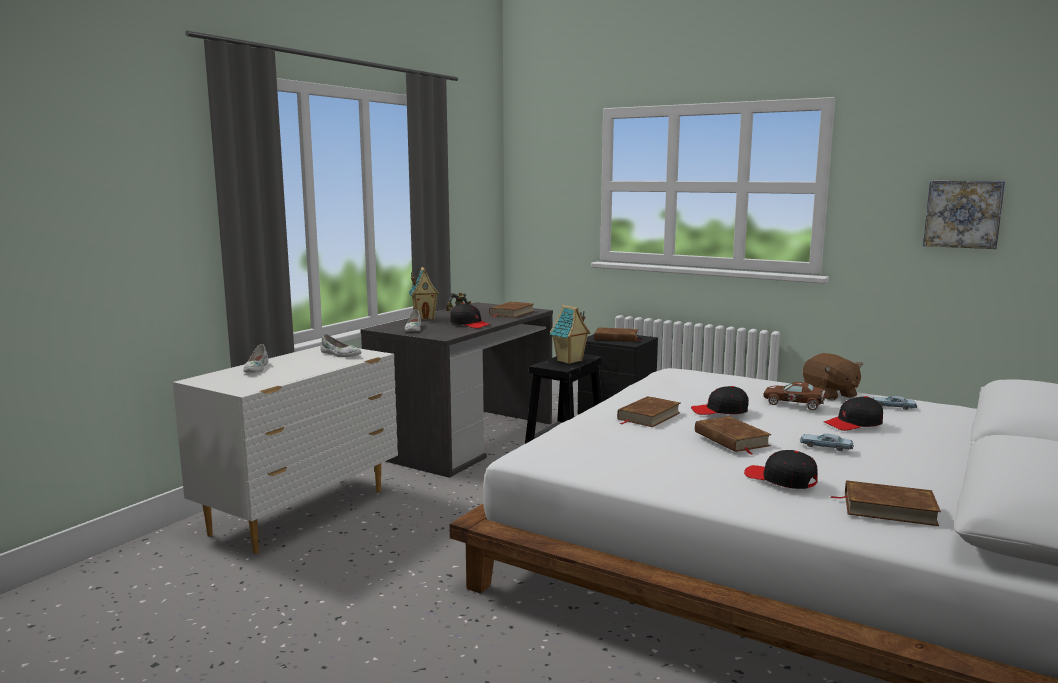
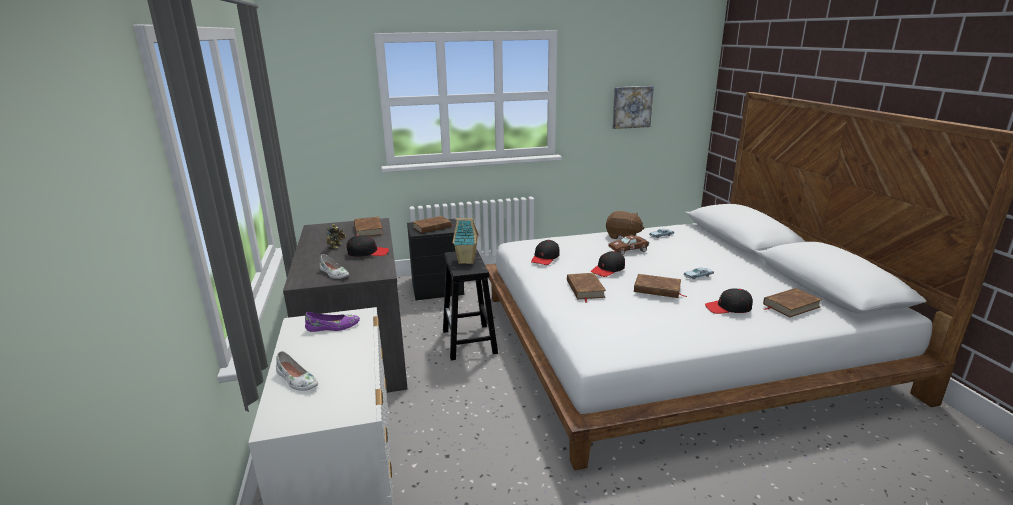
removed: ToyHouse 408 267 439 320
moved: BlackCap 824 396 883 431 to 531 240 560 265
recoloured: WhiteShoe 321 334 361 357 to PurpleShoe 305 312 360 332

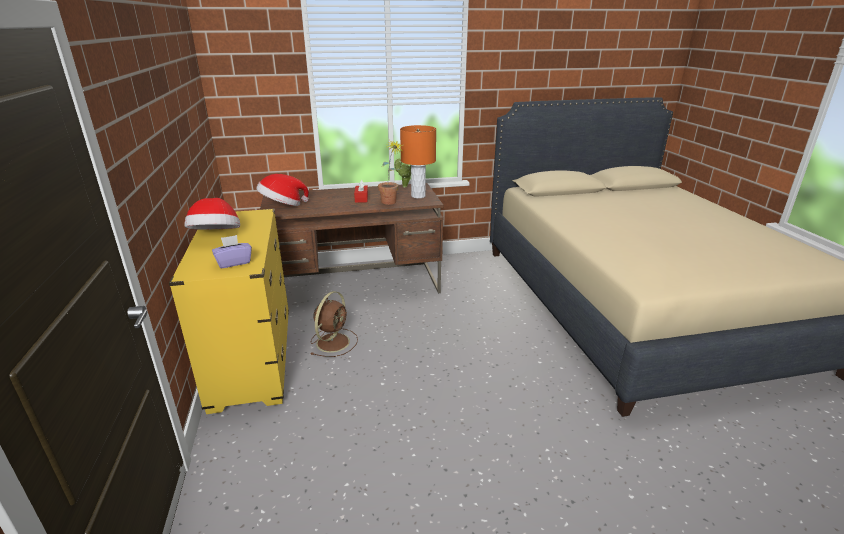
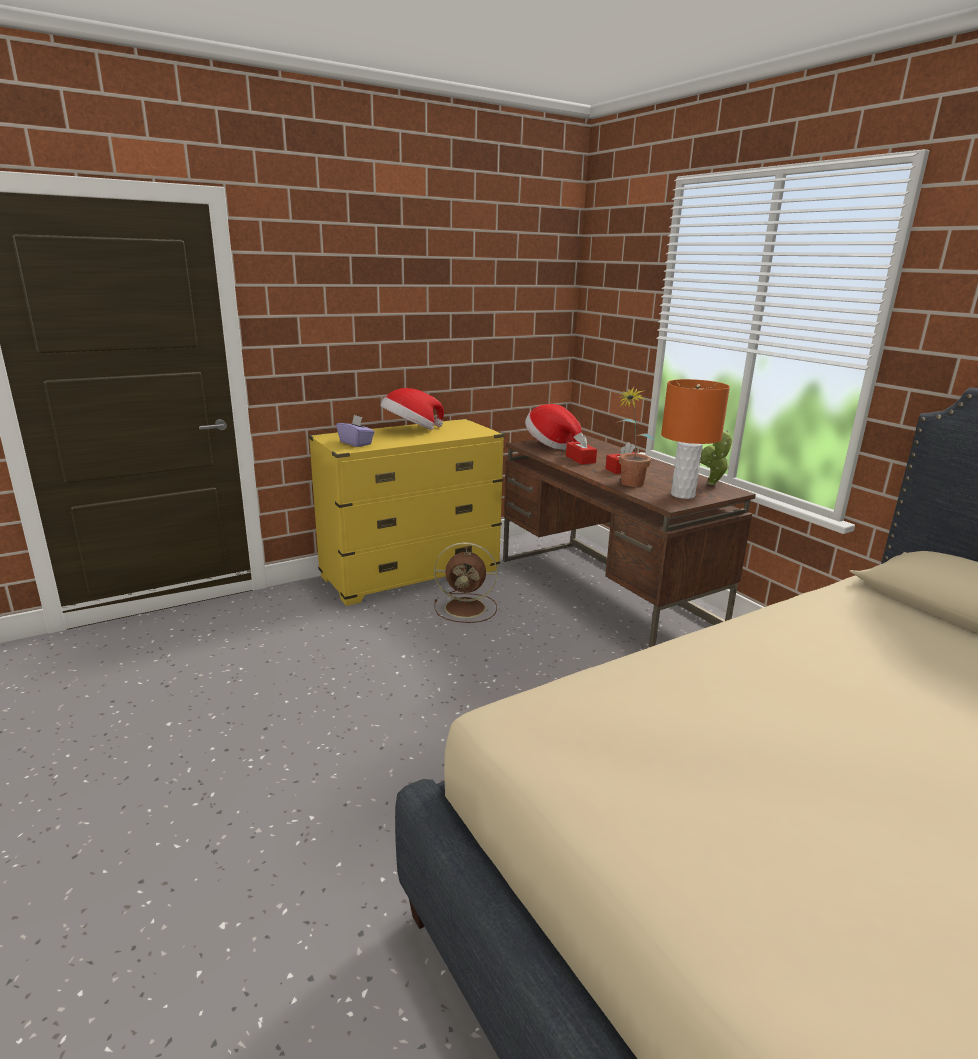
added: RedTissueBox 566 432 597 464

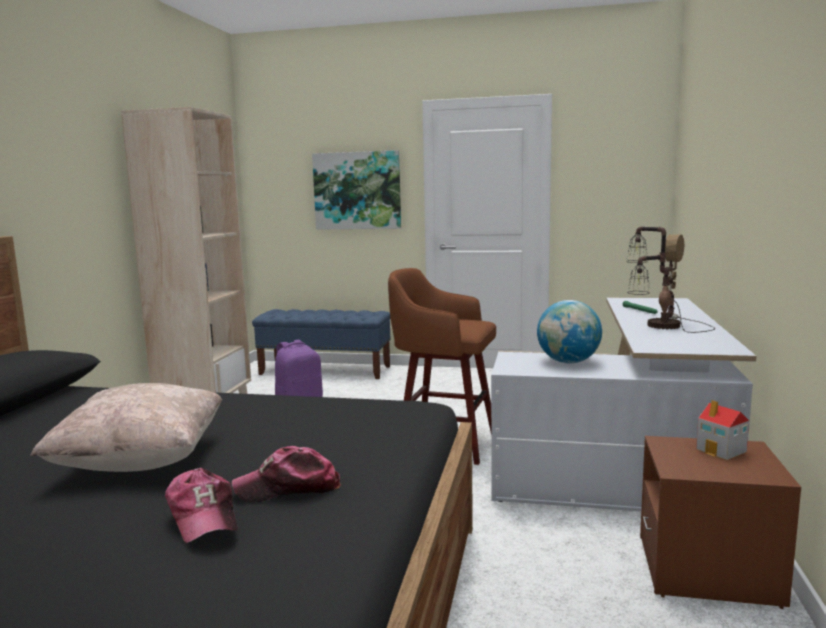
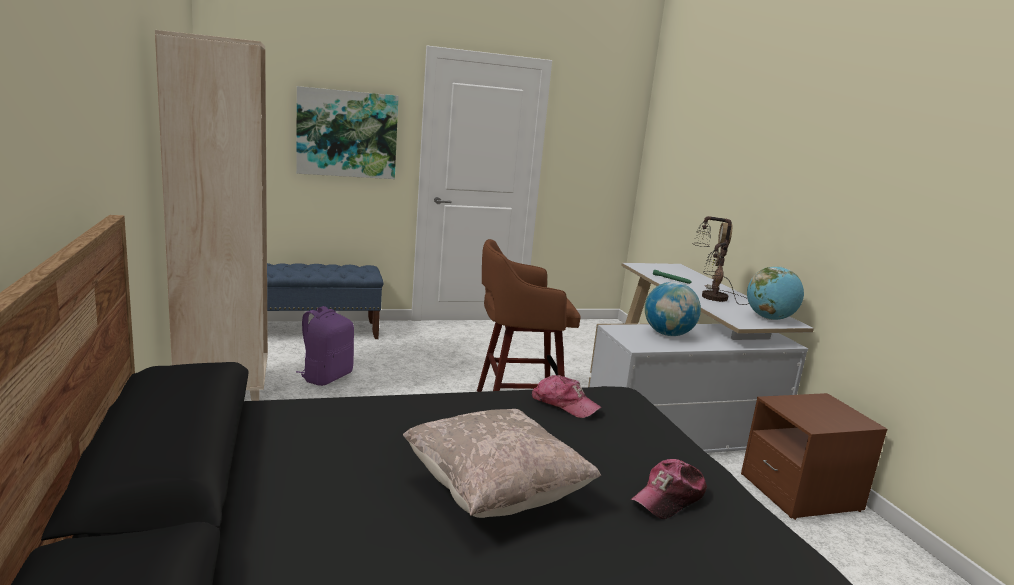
removed: ToyHouse 696 400 749 460
added: Globe 747 267 804 320
moved: Cap 165 468 238 543 to 532 375 602 418

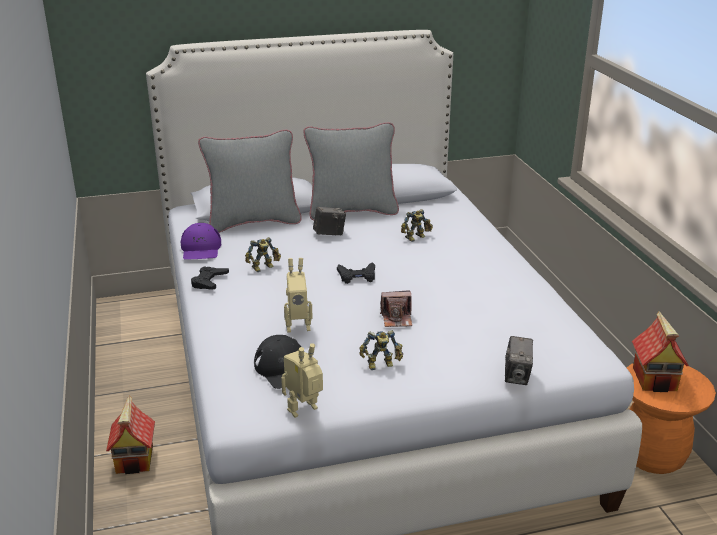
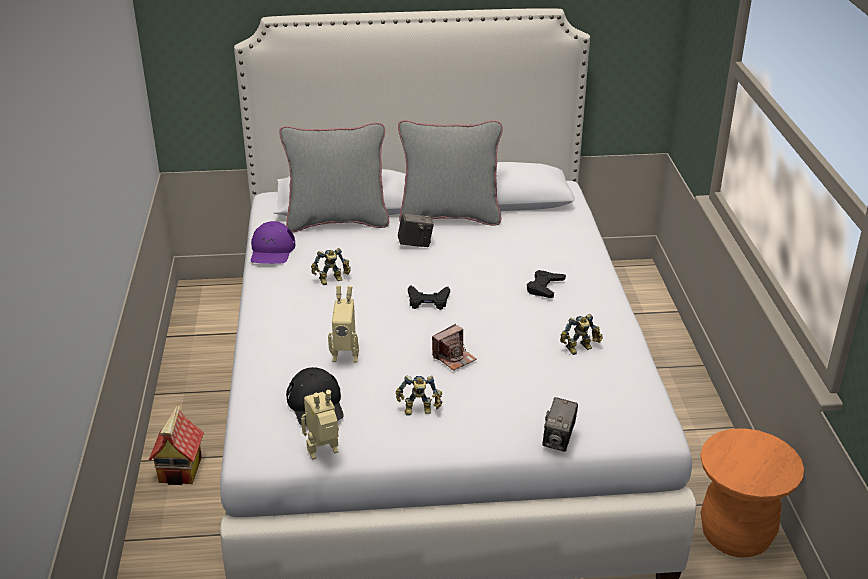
removed: ToyHouse 632 311 689 392
moved: BlackGameController 191 266 229 290 to 527 270 566 298; ToyRobot 401 209 433 242 to 560 313 603 355
turned: PhotoCamera 380 290 412 327 = 432 324 477 371 45 degrees counterclockwise

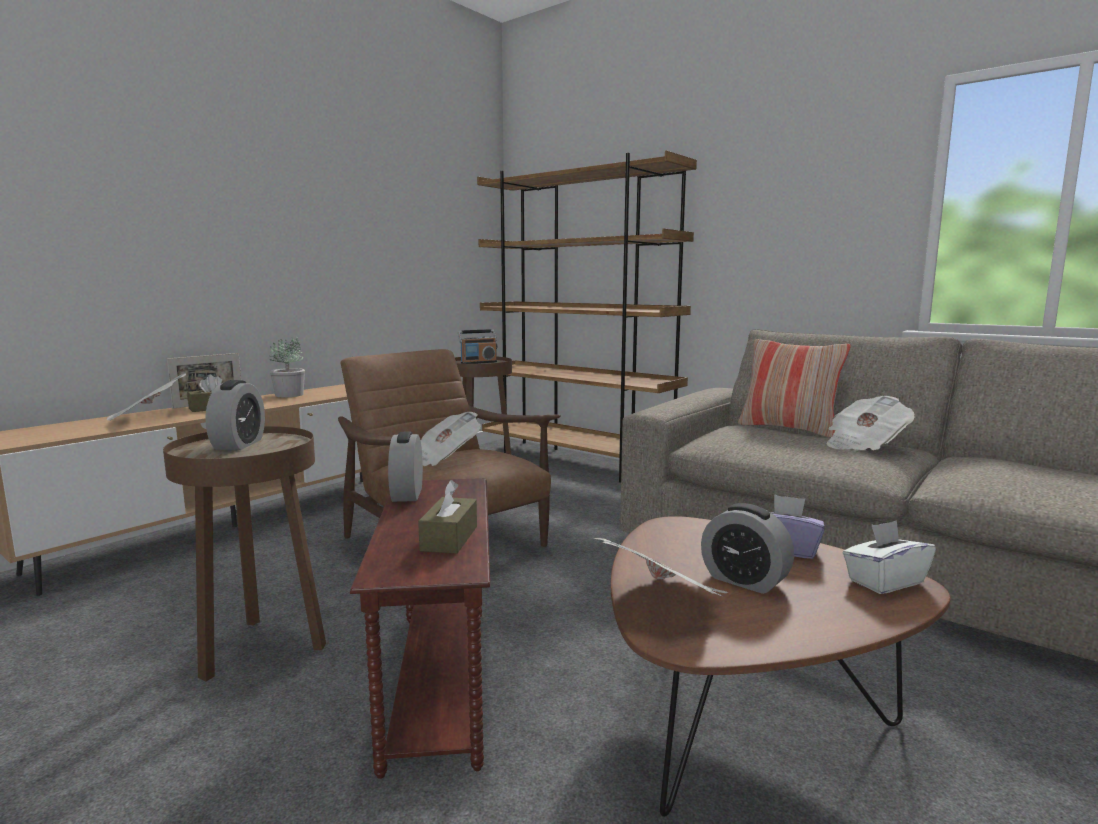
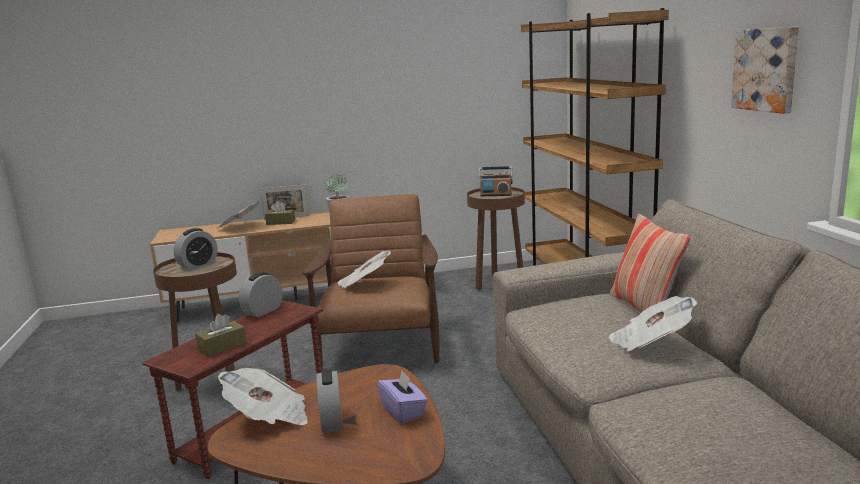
removed: WhiteTissueBox 843 520 936 594
added: Picture 731 26 799 114

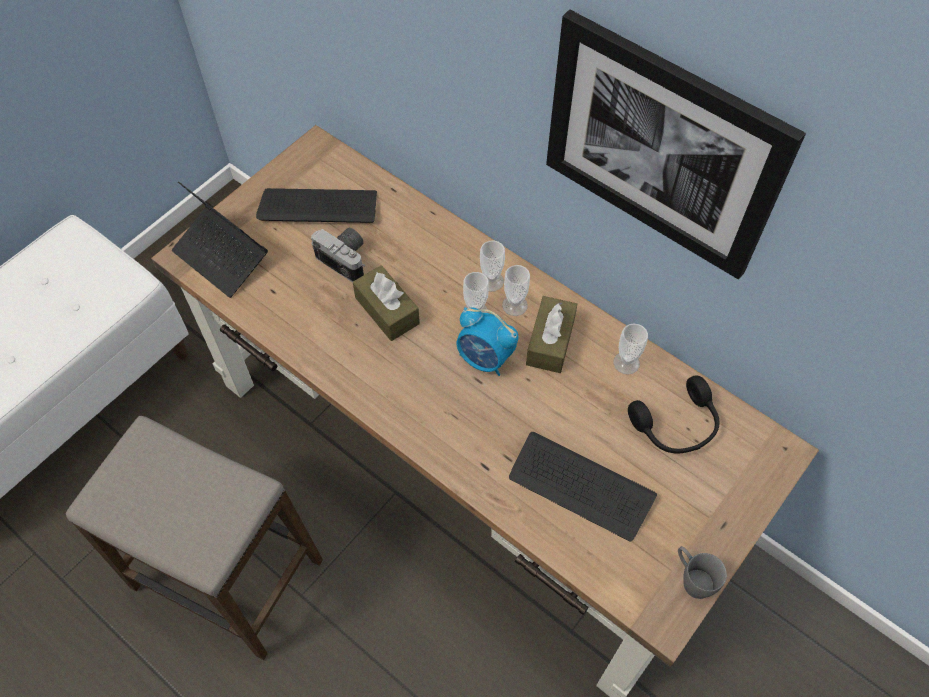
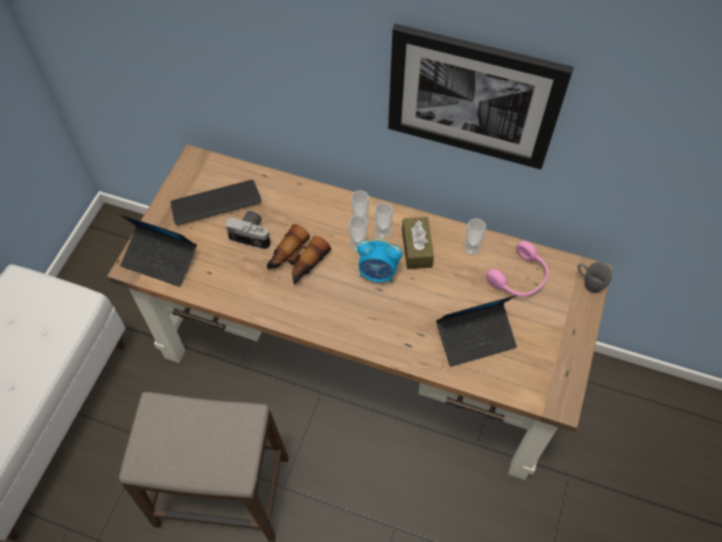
moved: GreyMug 678 546 727 599 to 578 262 613 293
replaced: BrownTissueBox 353 265 420 341 to Binoculars 267 224 331 284; Keyboard 509 432 657 541 to Laptop 436 295 517 367
recoloured: BlackHeadphones 628 375 720 453 to PinkHeadphones 486 241 549 297

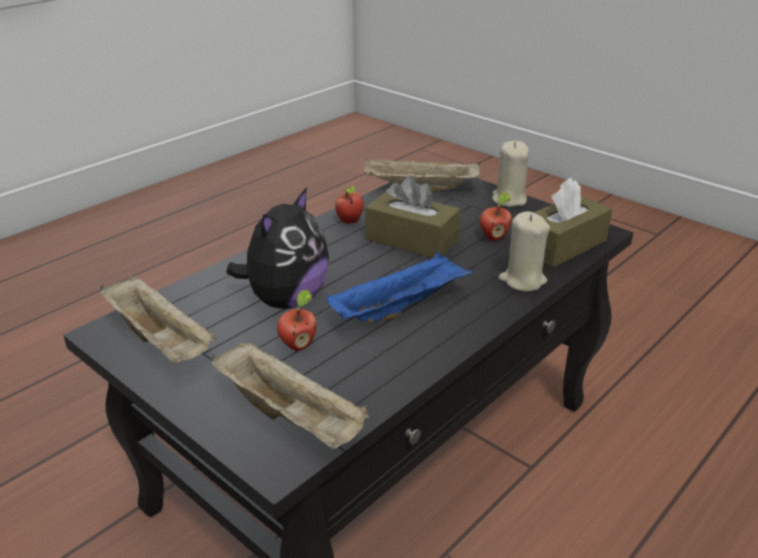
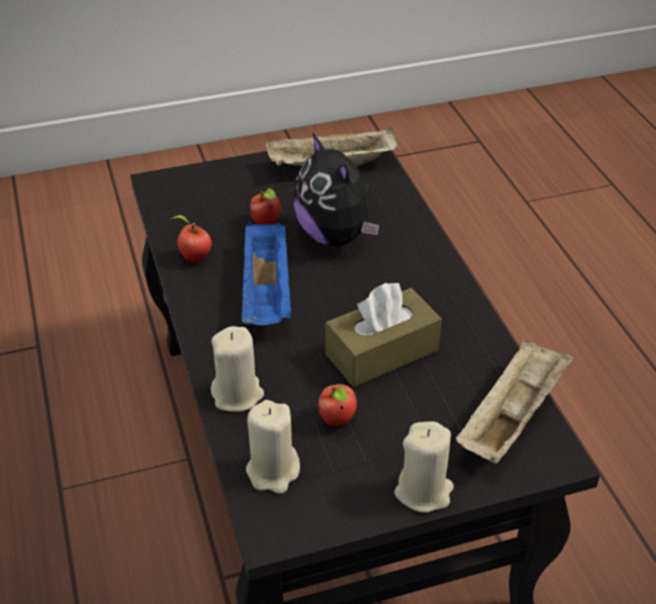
removed: BeigeTray 210 341 370 449
moved: Apple 335 185 364 224 to 171 215 212 263
replaced: BrownTissueBox 534 178 612 268 to BeigeCandle 246 400 300 494

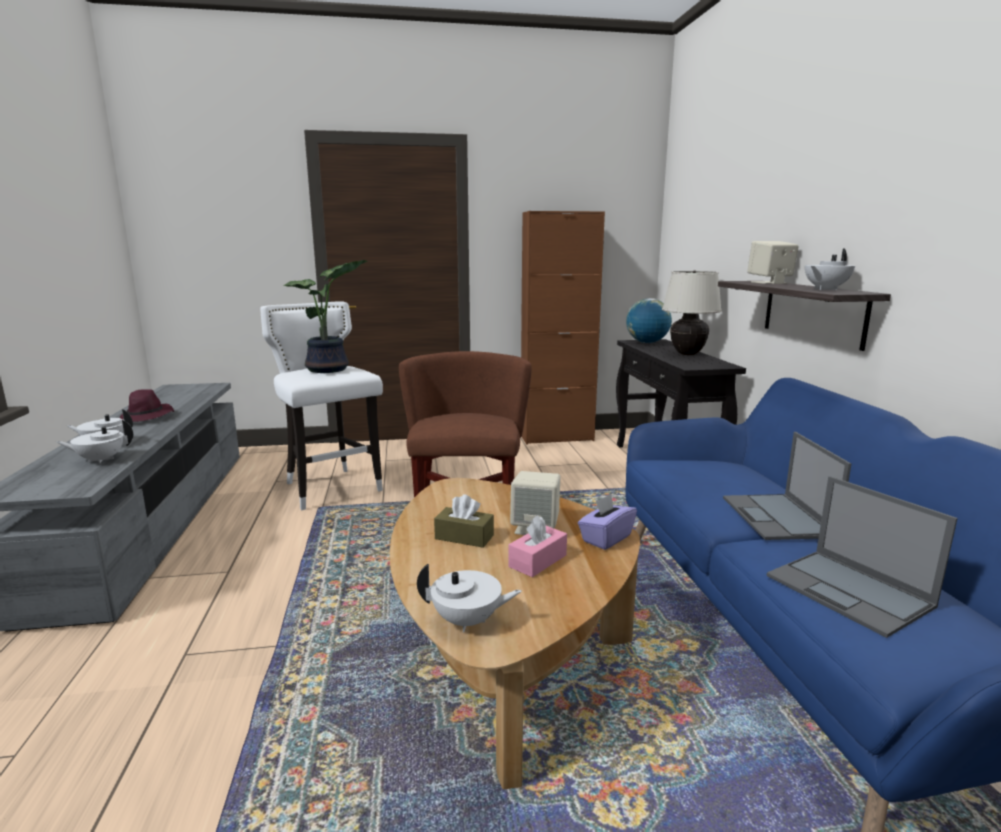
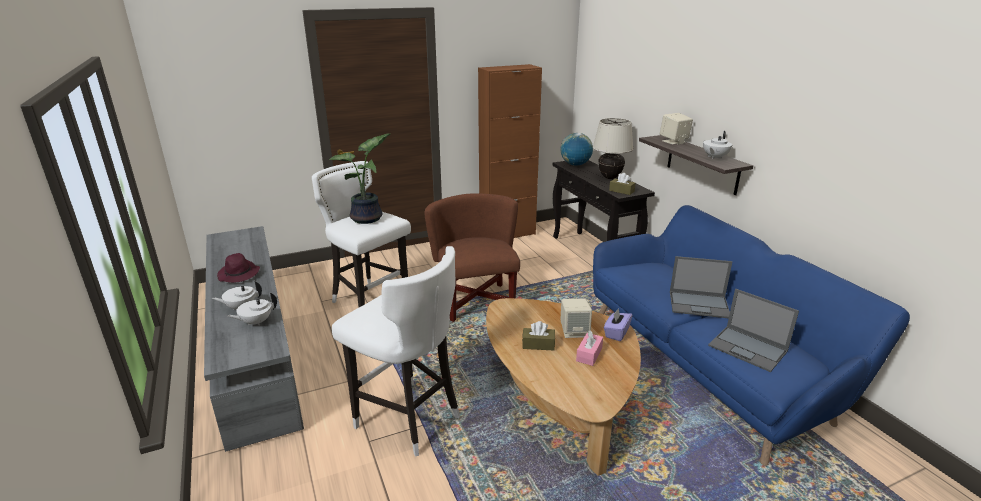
removed: WhiteTeapot 417 563 522 633
added: WhiteStool 332 246 460 457; BrownTissueBox 609 173 636 195
turned: Laptop 723 432 851 540 = 670 256 732 318 60 degrees counterclockwise

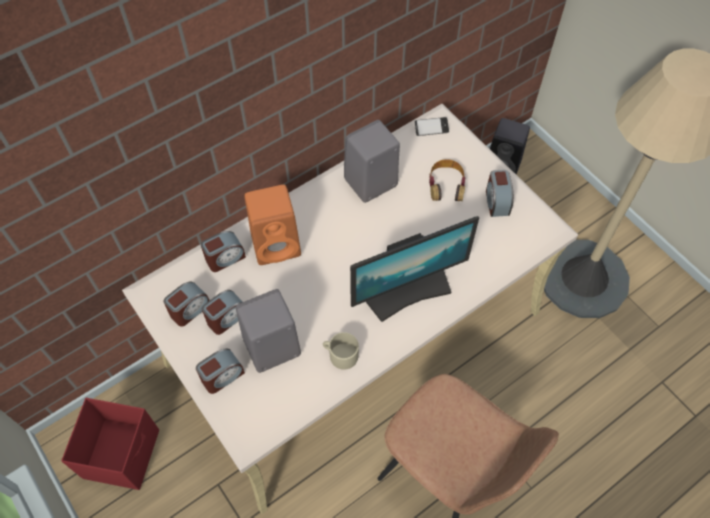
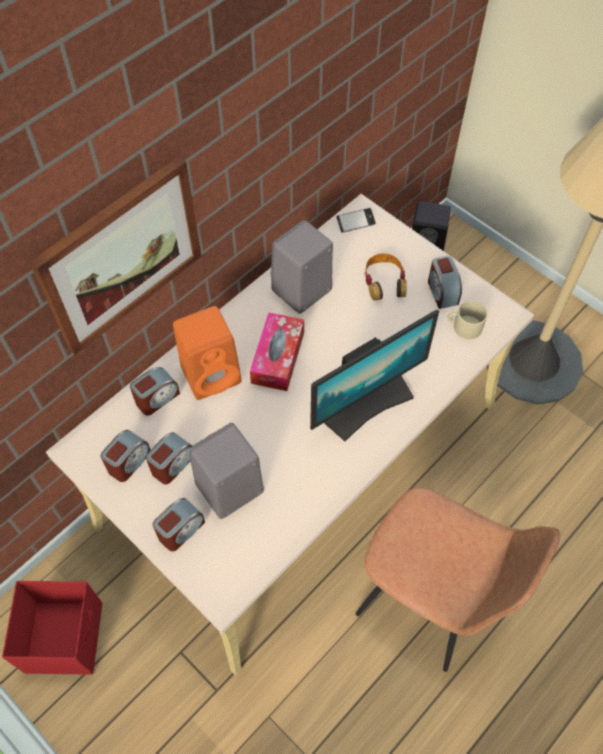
added: Picture 30 156 202 355; TissueBox 250 312 304 391
moved: BeigeMug 323 332 359 370 to 447 301 487 339

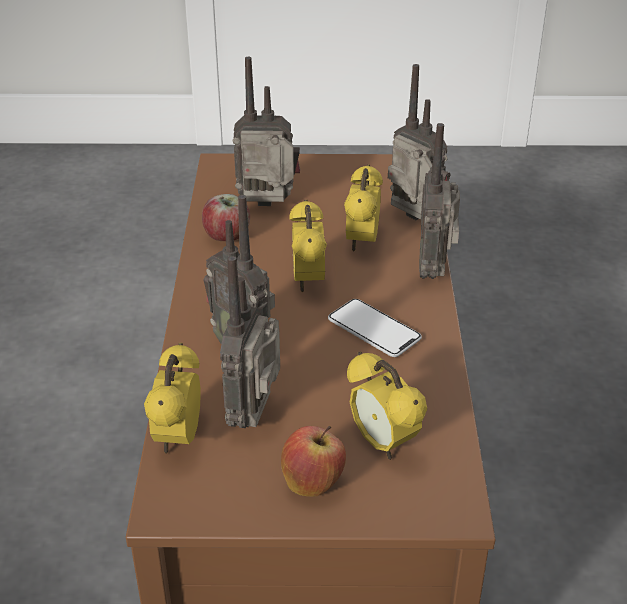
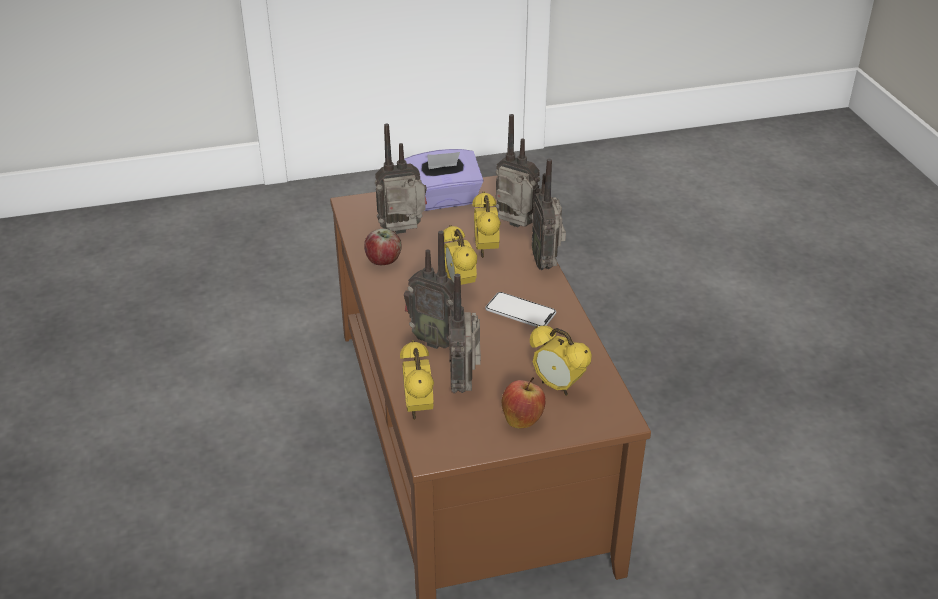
added: PurpleTissueBox 404 149 483 211

